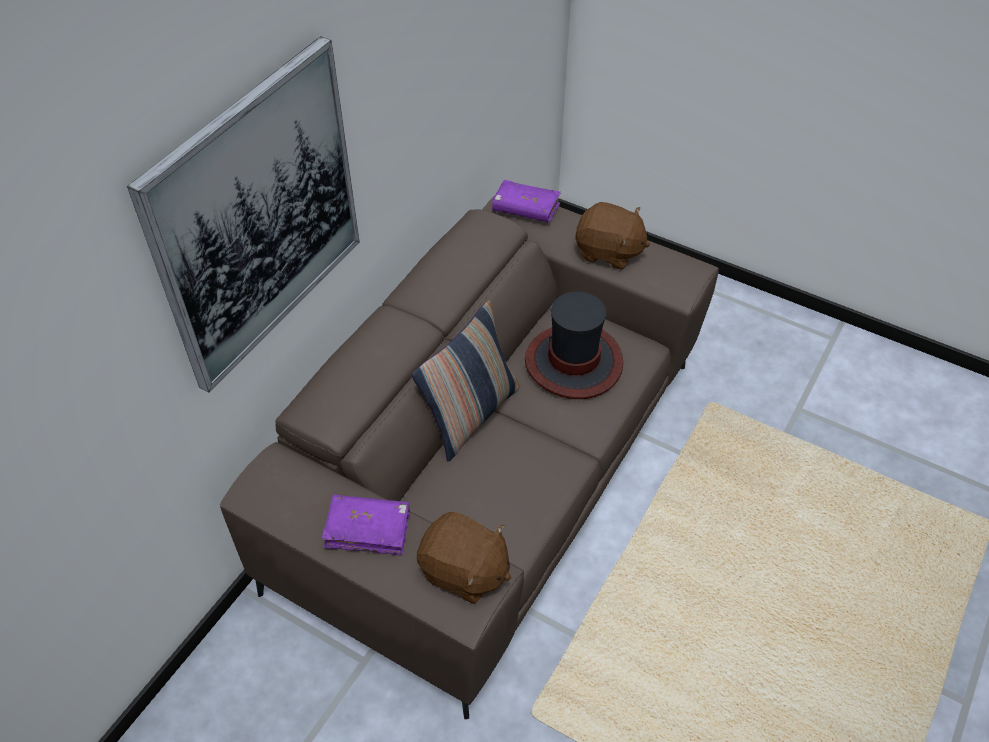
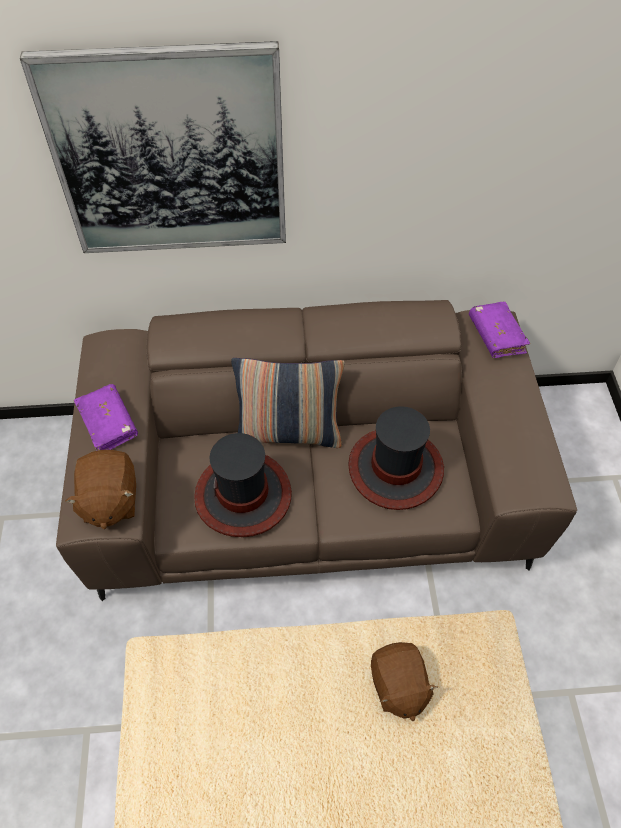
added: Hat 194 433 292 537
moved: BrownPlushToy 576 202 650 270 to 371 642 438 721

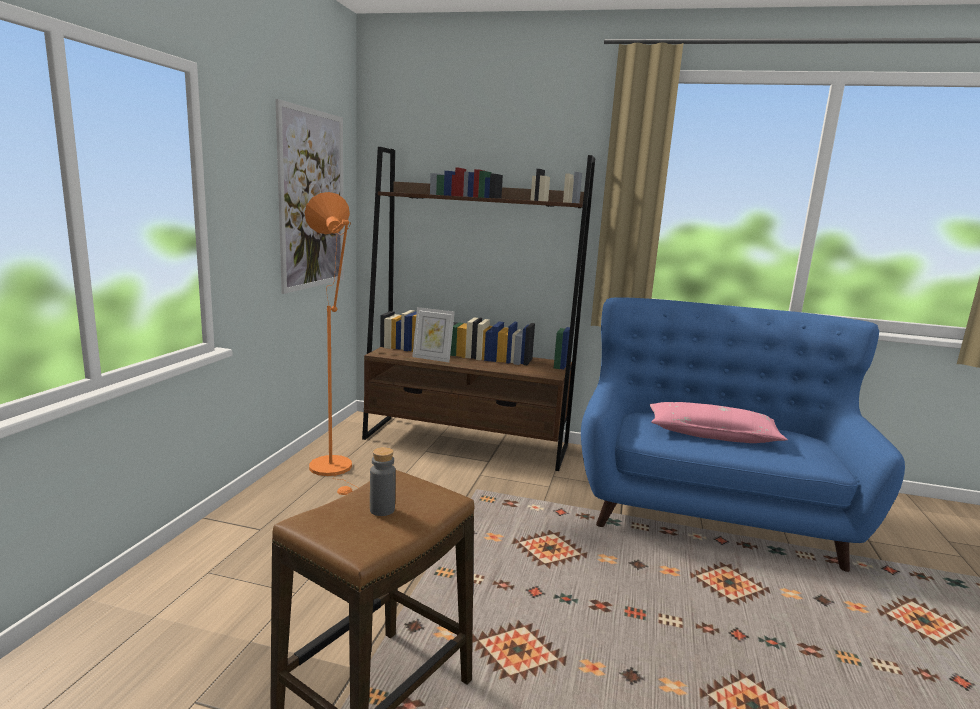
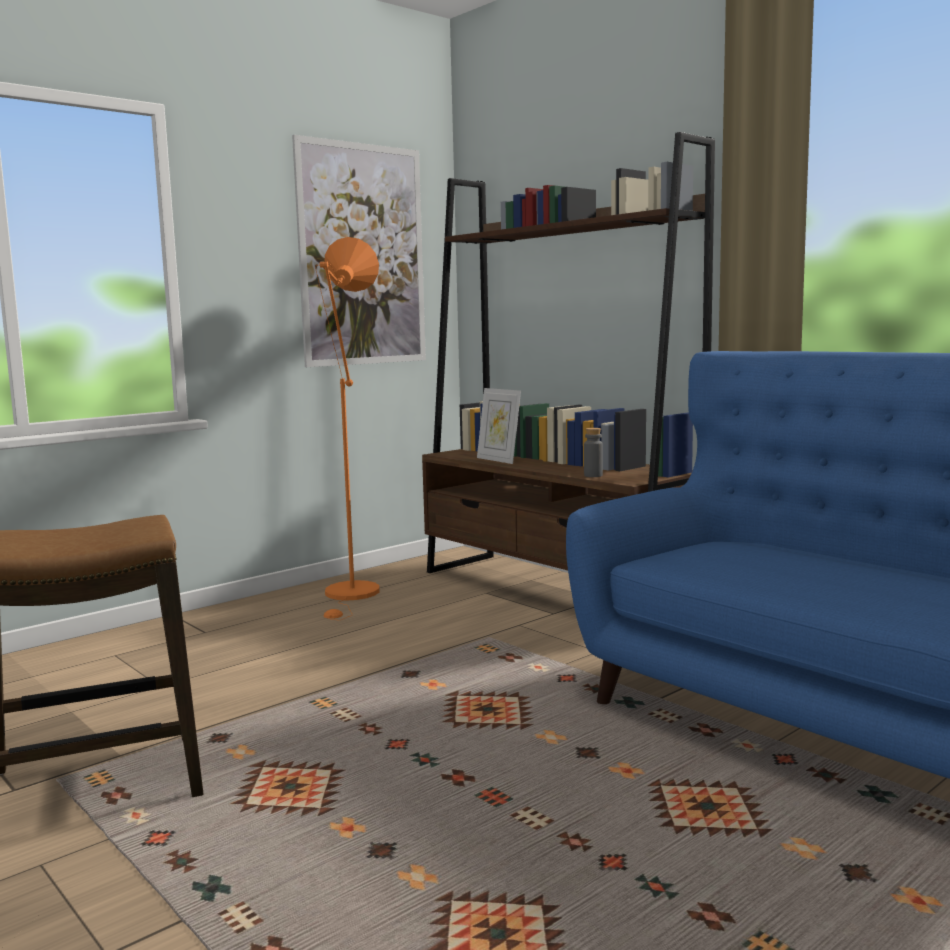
removed: PinkPillow 650 402 788 443
moved: GreyBottle 370 447 396 516 to 584 428 603 477

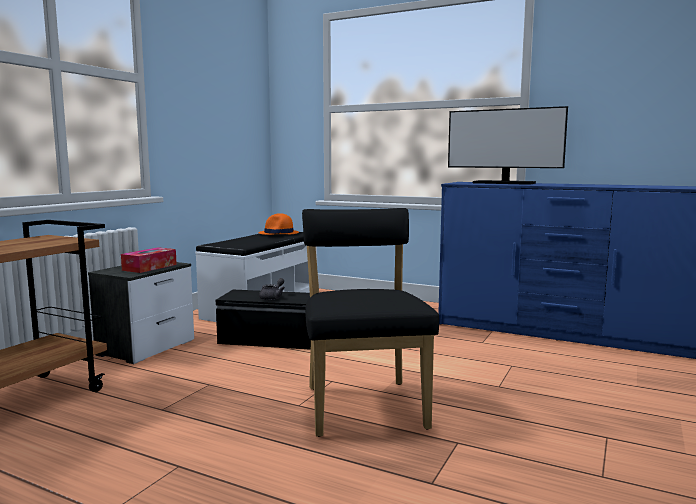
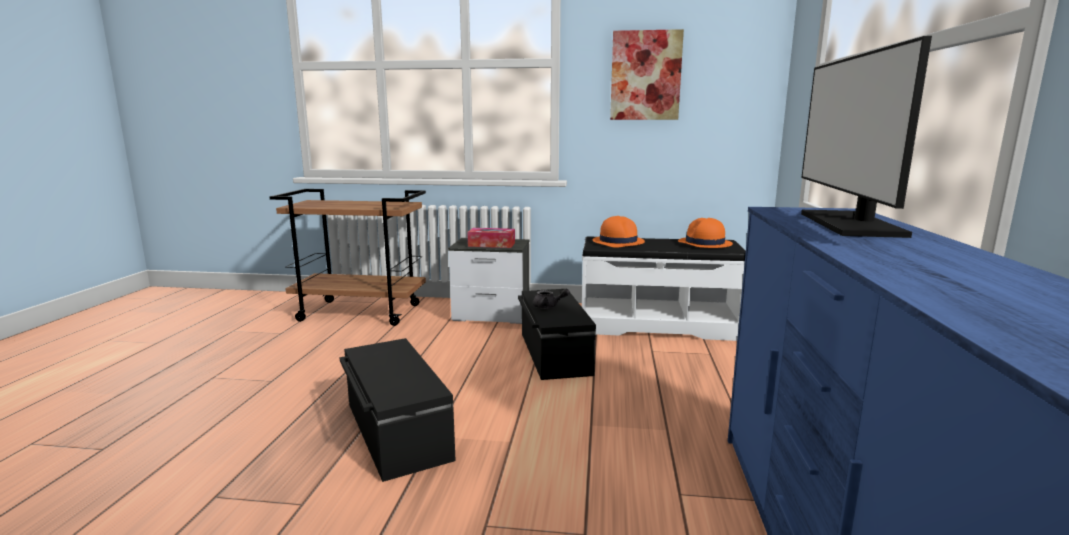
added: OrangeHat 592 216 645 248; Picture 610 29 684 120
replaced: BlackChair 302 208 439 437 to BlackStorageBox 339 338 456 482

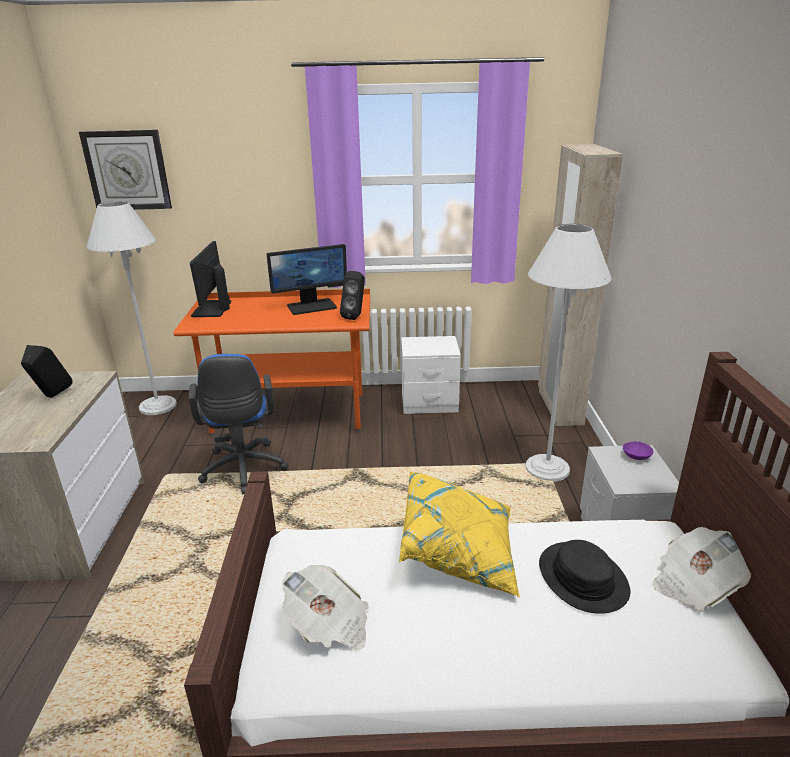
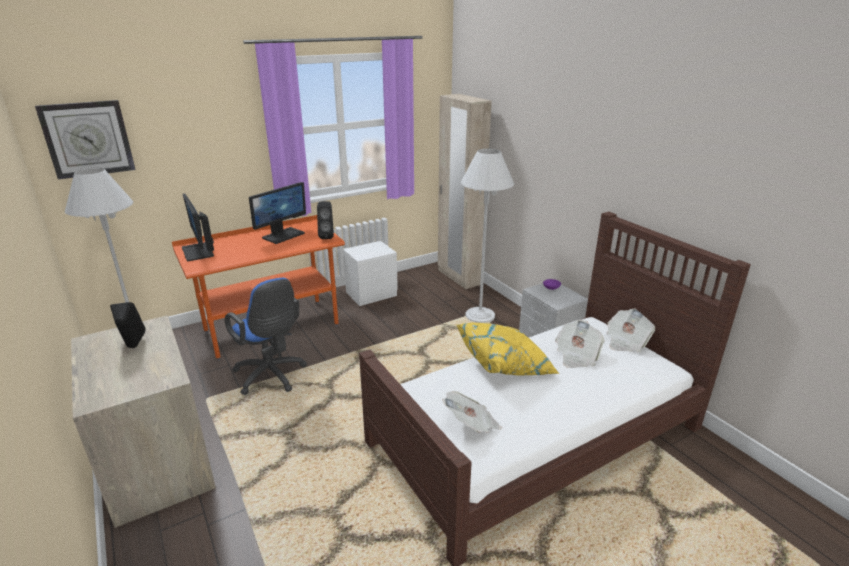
replaced: BlackHat 539 540 630 614 to Newspaper 555 320 605 368

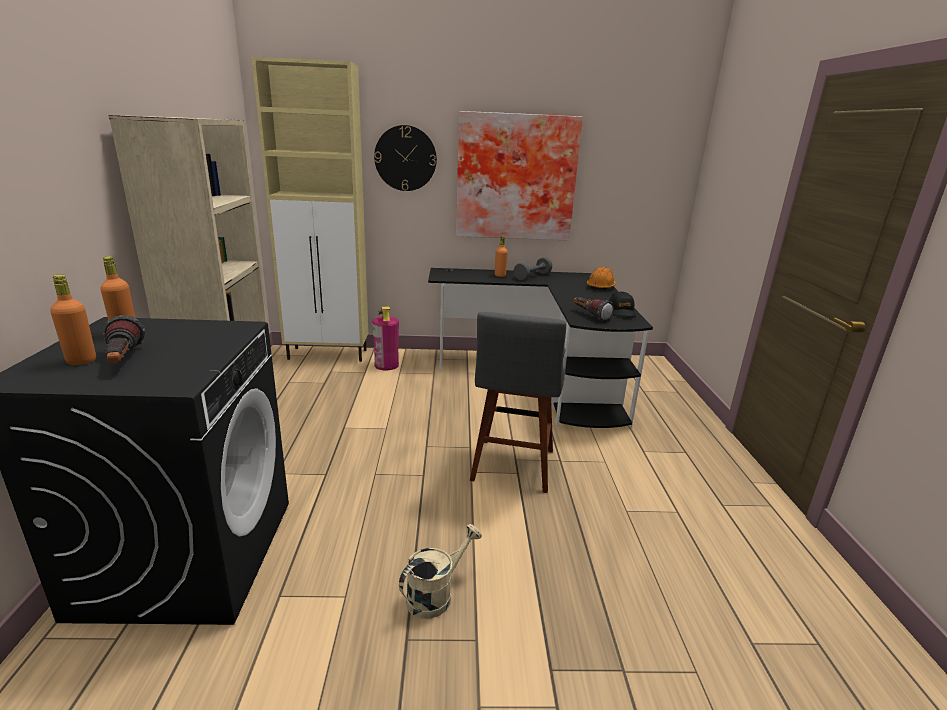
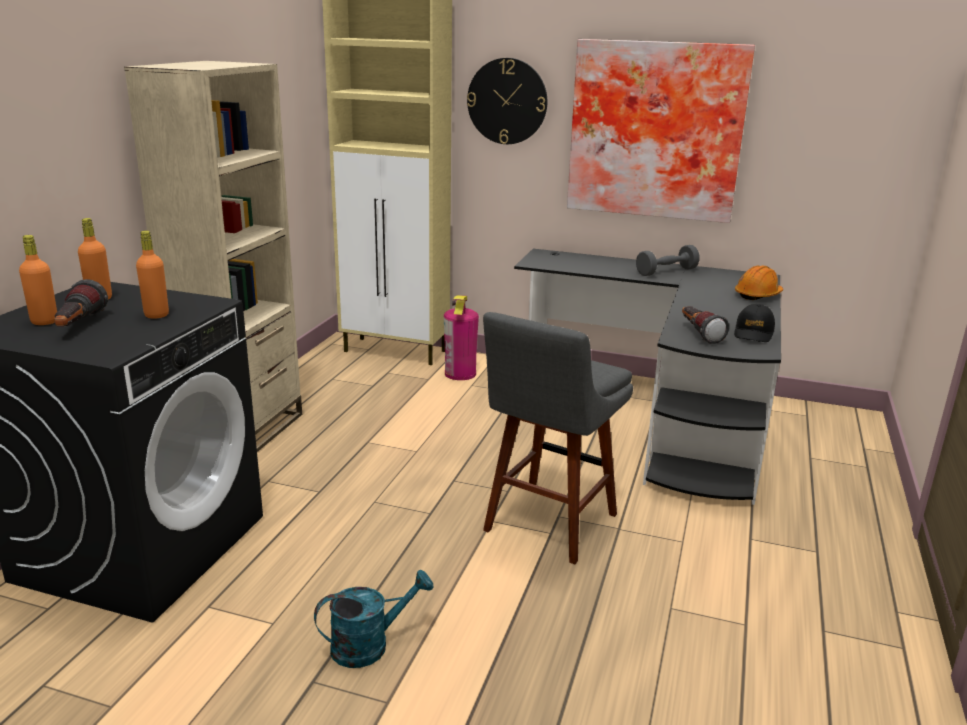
moved: OrangeBottle 495 236 508 277 to 136 231 169 319
recoloured: BeigeWateringCan 399 524 482 619 to TurquoiseWateringCan 314 570 434 668

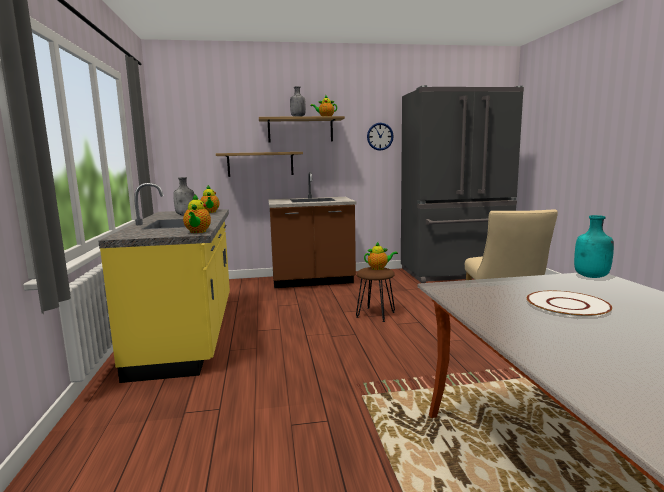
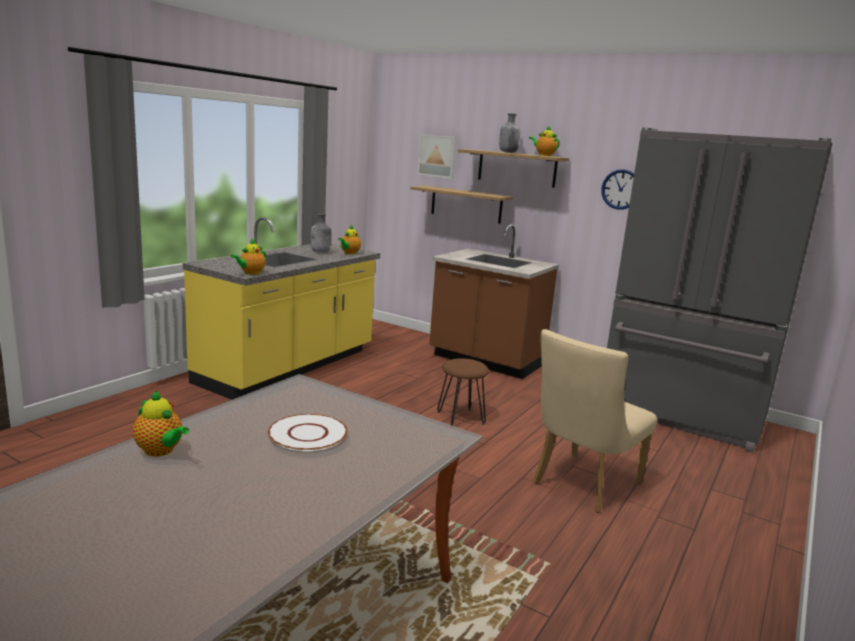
removed: TurquoiseBottle 574 215 614 278
added: Picture 417 134 457 178
moved: Teapot 364 242 398 270 to 133 390 189 456

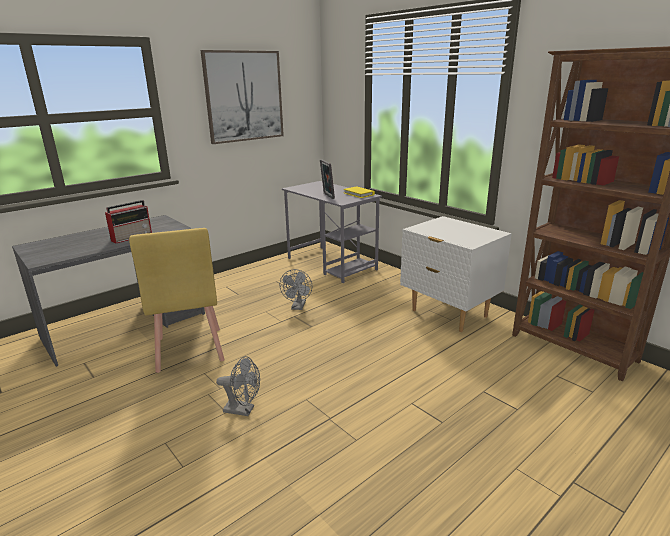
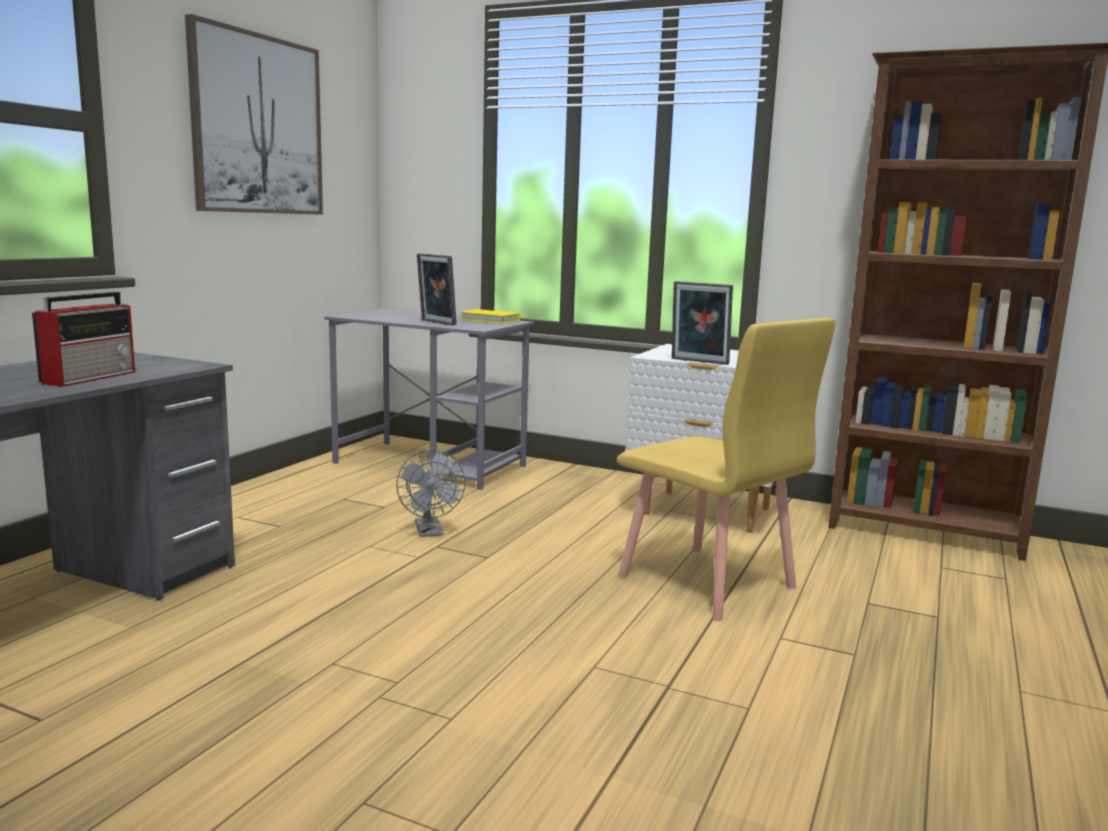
removed: GreyFan 216 356 260 416
added: PictureFrame 672 281 733 365
moved: YellowChair 129 228 225 373 to 617 318 835 621

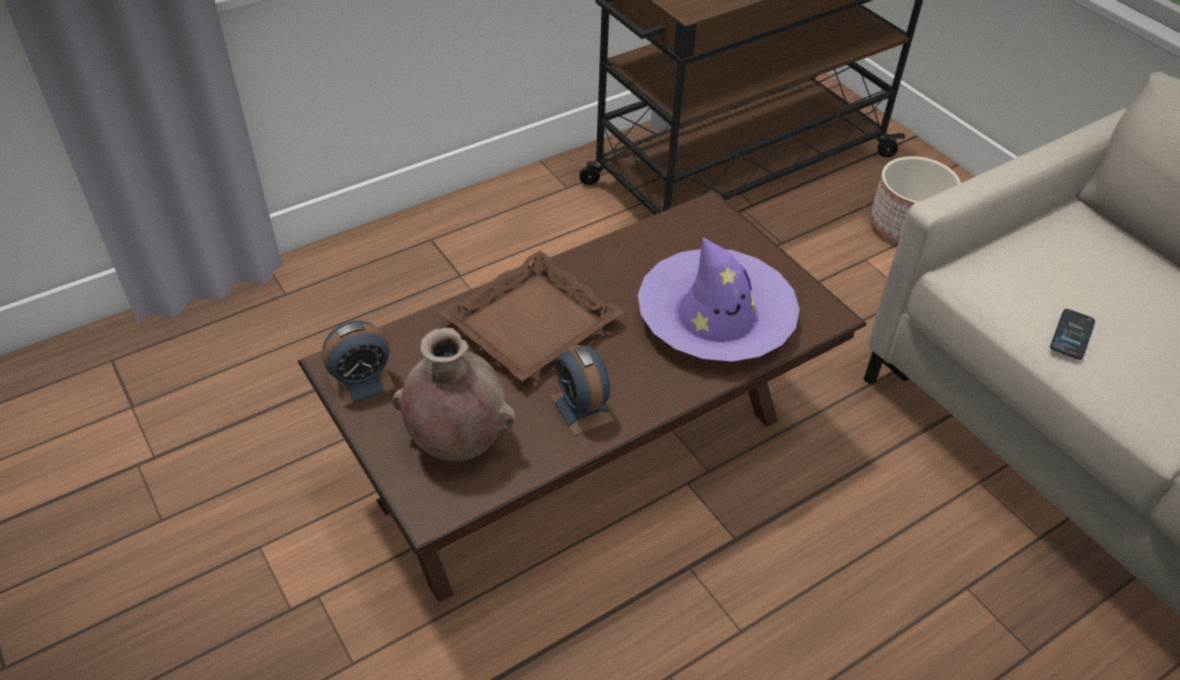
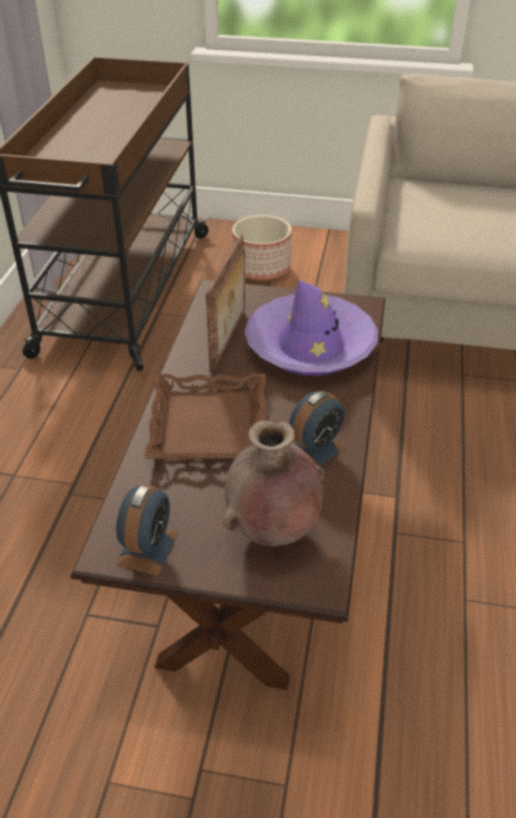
removed: Phone 1050 309 1095 360
added: PictureFrame 205 235 245 373
turned: AlarmClock 550 345 615 436 = 289 391 346 467 60 degrees counterclockwise

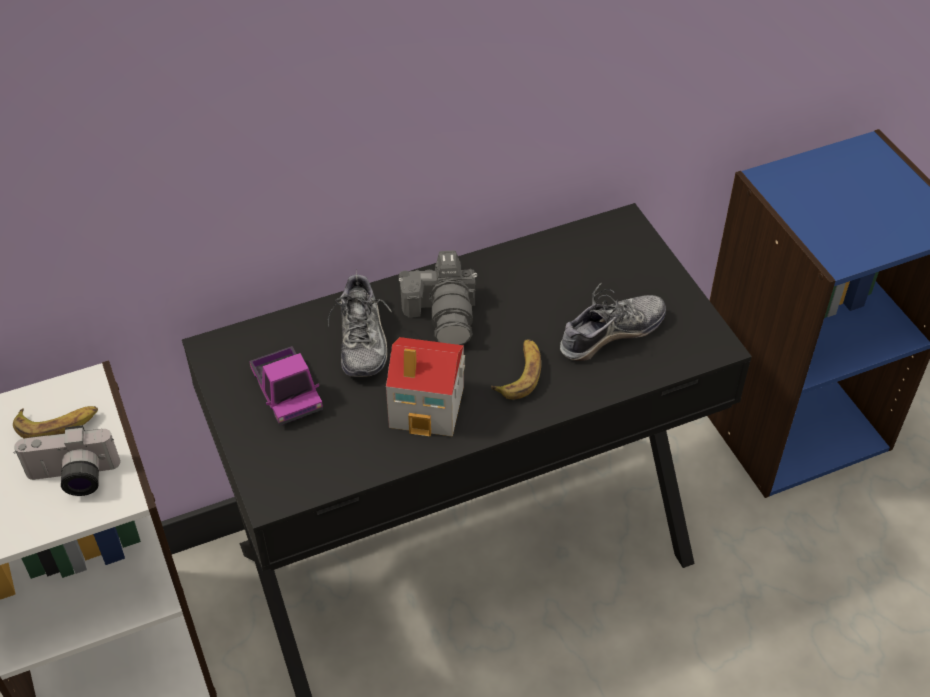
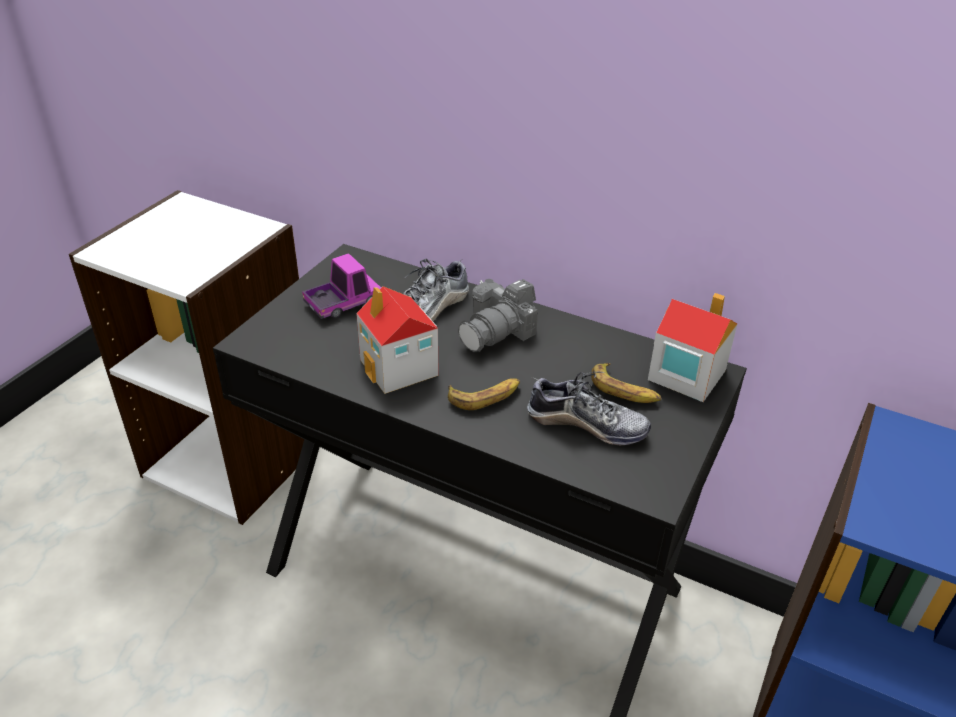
removed: PhotoCamera 14 425 120 496
added: ToyHouse 648 293 737 402
moved: Banana 13 406 98 438 to 591 363 662 403
turned: ToyTruck 249 346 323 426 = 302 253 381 319 150 degrees counterclockwise

